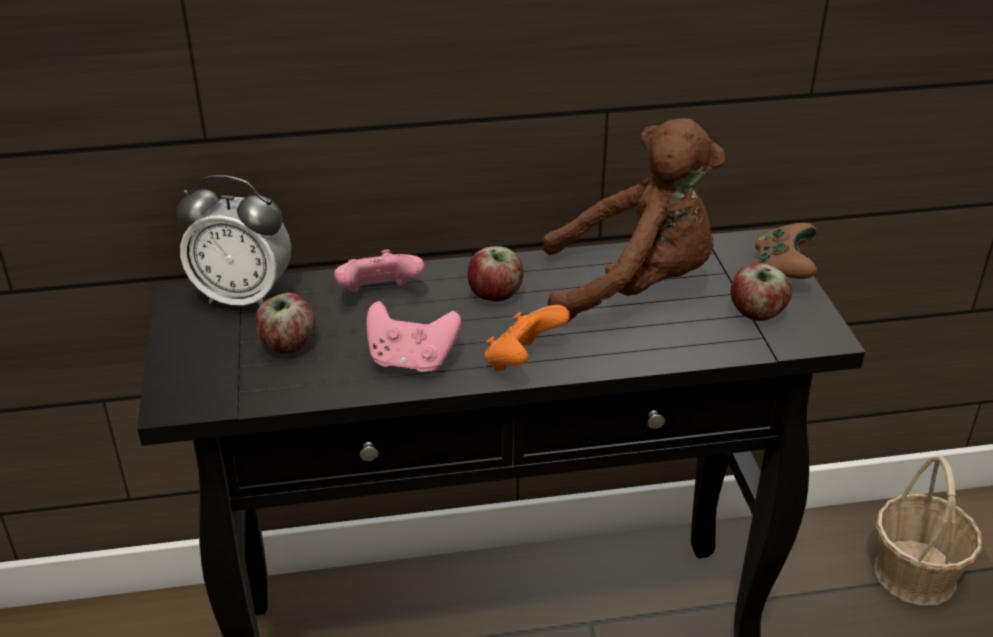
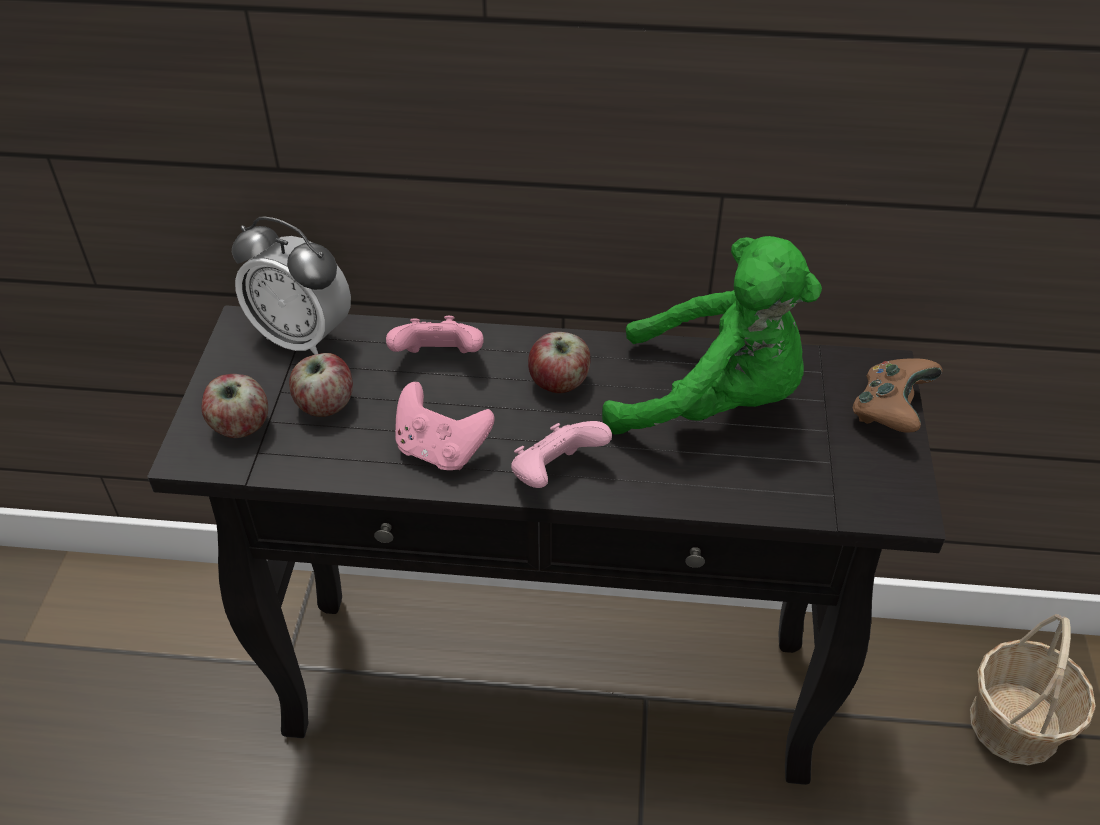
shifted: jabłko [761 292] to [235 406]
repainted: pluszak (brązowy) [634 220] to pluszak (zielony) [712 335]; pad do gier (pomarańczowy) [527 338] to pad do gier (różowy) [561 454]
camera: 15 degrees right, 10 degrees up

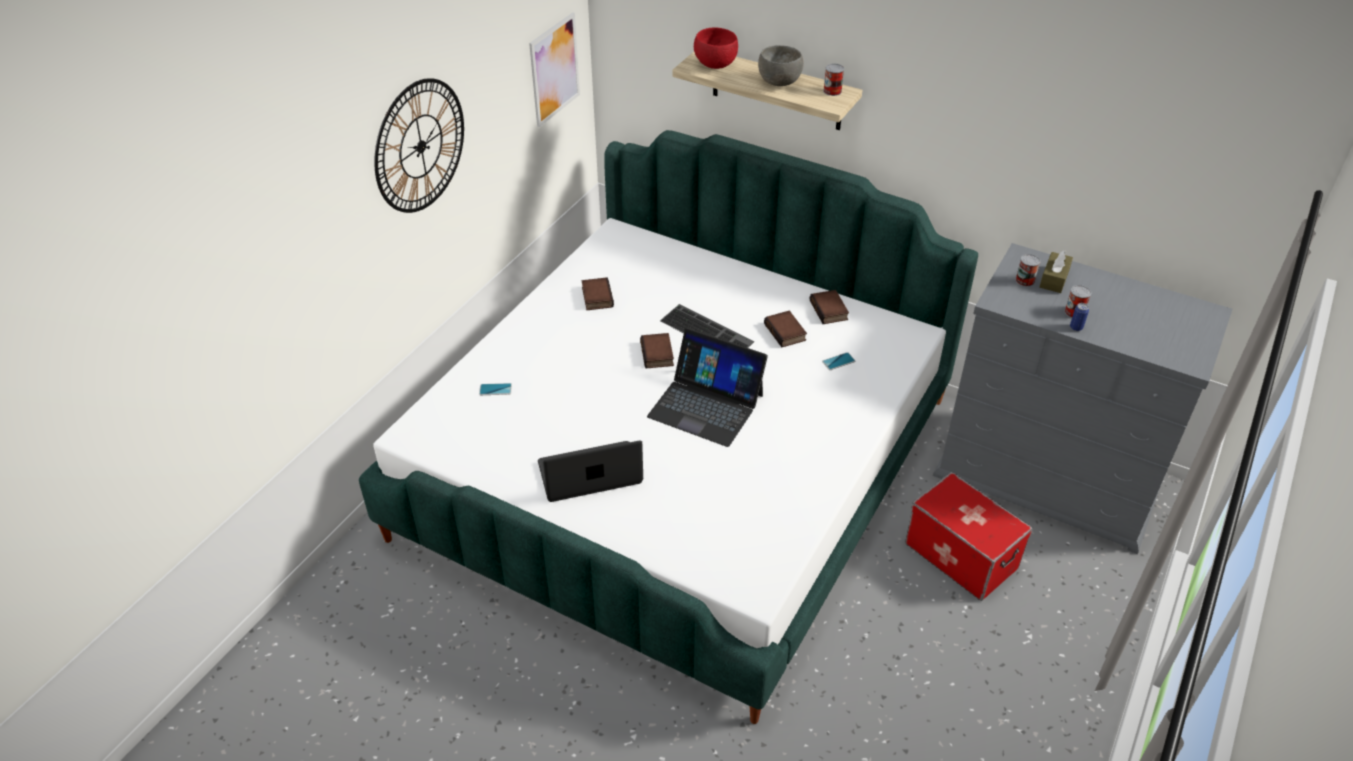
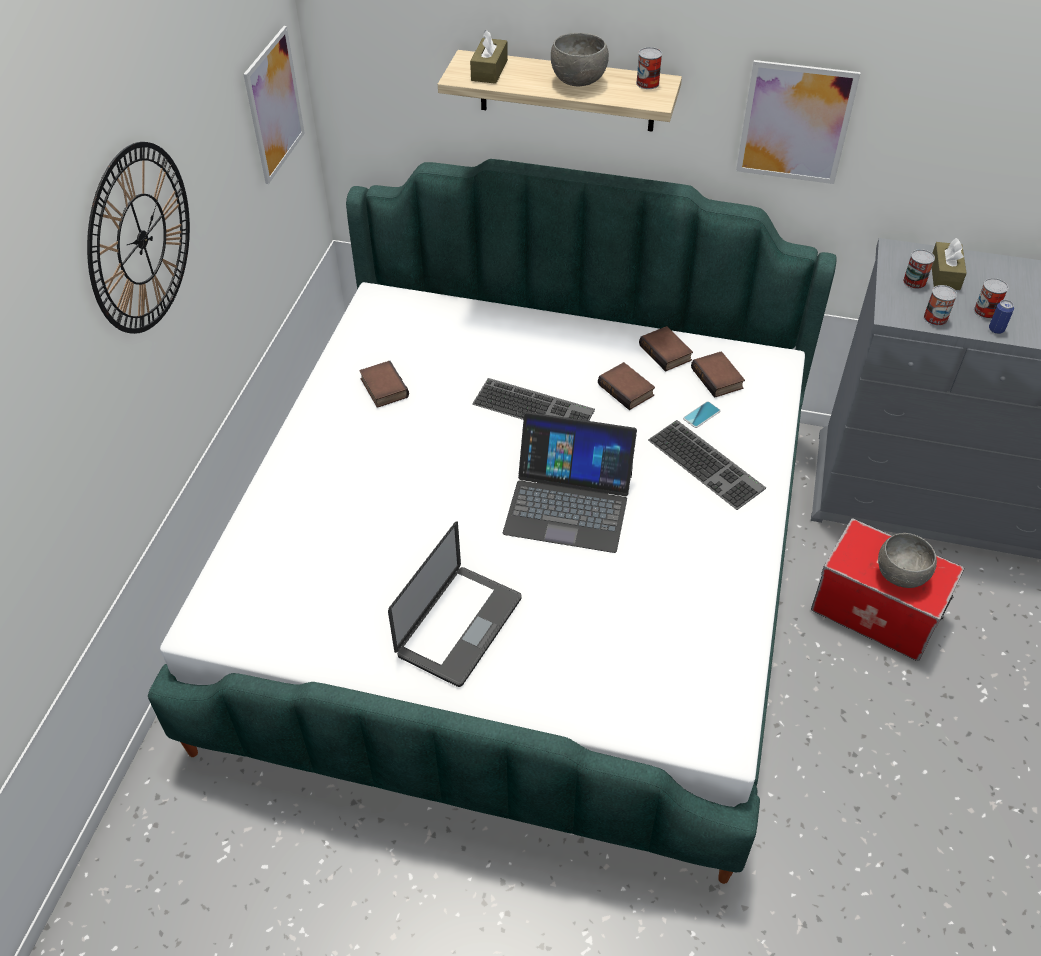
gone: telefon [495 389]
new: obraz [798 122]; puszka [940 305]; klawiatura [707 465]; miska (szary) [907 560]
shifted: książka [657 350] to [718 374]
swapped: miska (czerwony) [716 48] to pudełko chusteczek (brązowy) [489 56]
rotated: laptop [590 471] = [455 604] 150 degrees clockwise
camera: 15 degrees left, 5 degrees up

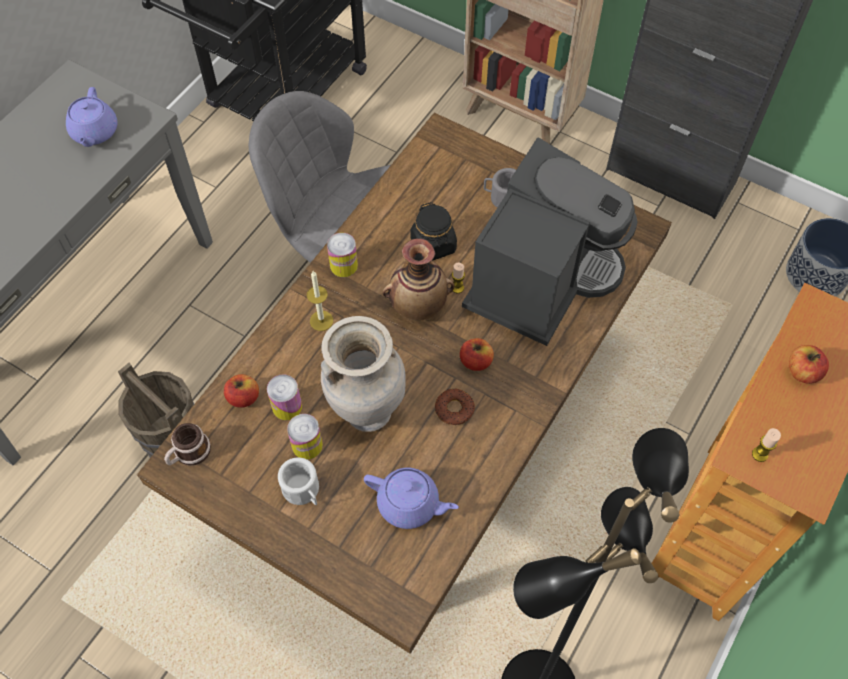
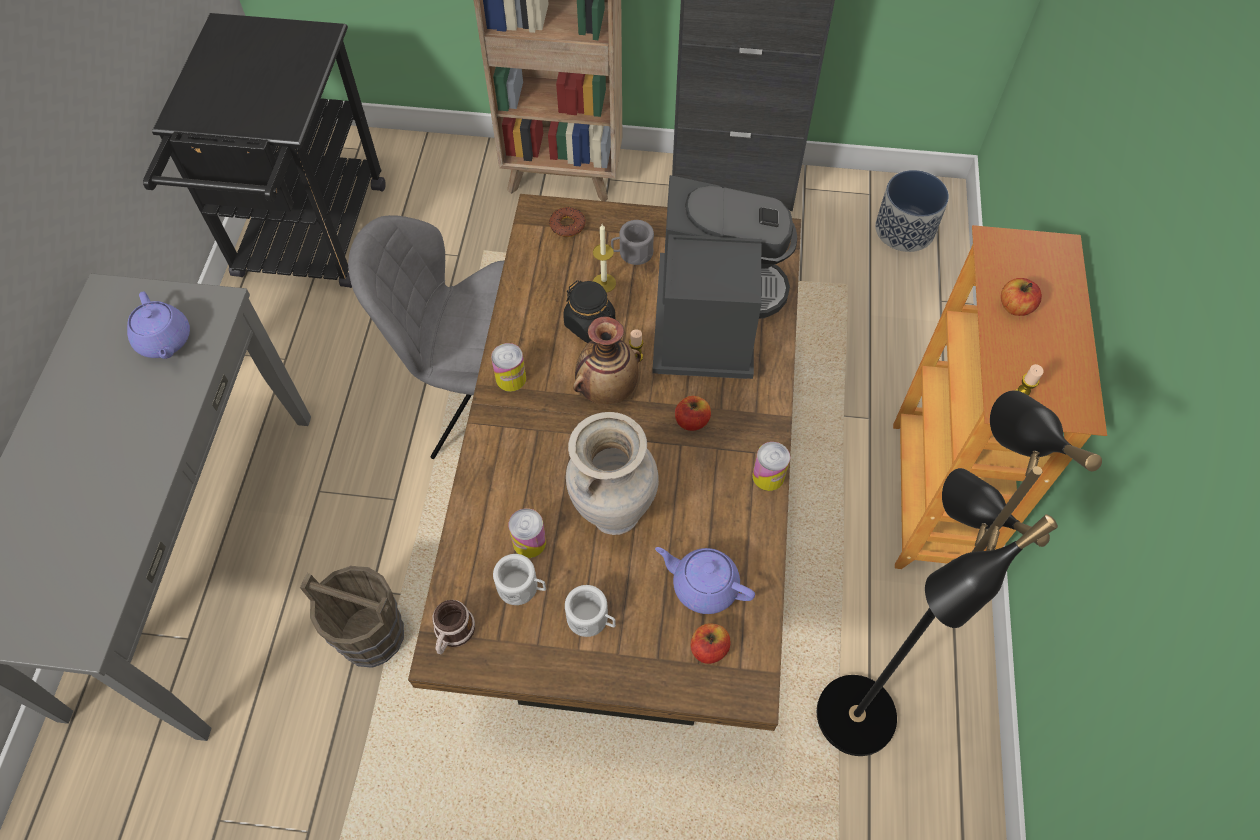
new: kubek (biały) [519 579]
shifted: świeca [320 301] to [604 258]; jabłko [241 391] to [710 643]; donut [455 407] to [567 222]; puszka [305 437] to [771 466]
rotated: imbryk (fioletowy) [411 498] = [705 580] 150 degrees counterclockwise
camera: 25 degrees left, 0 degrees up

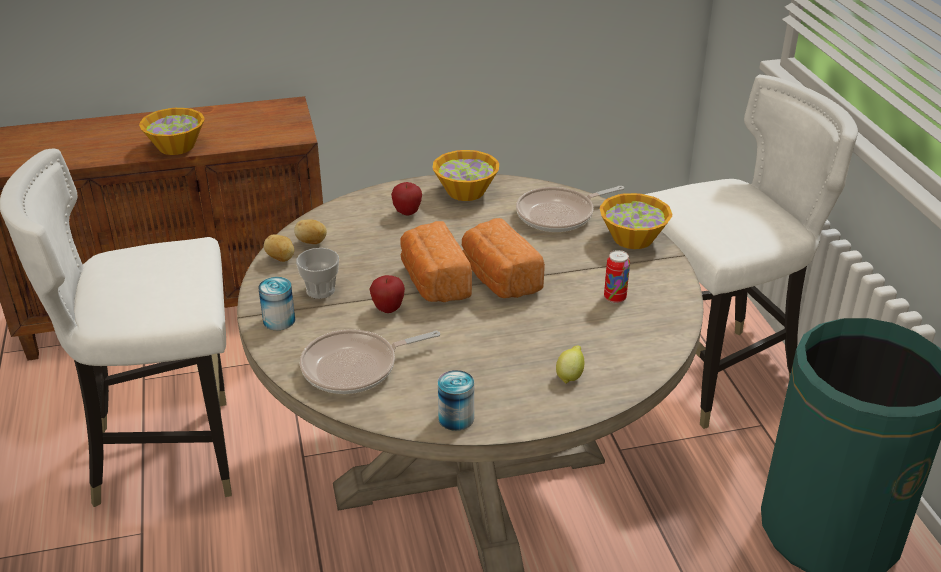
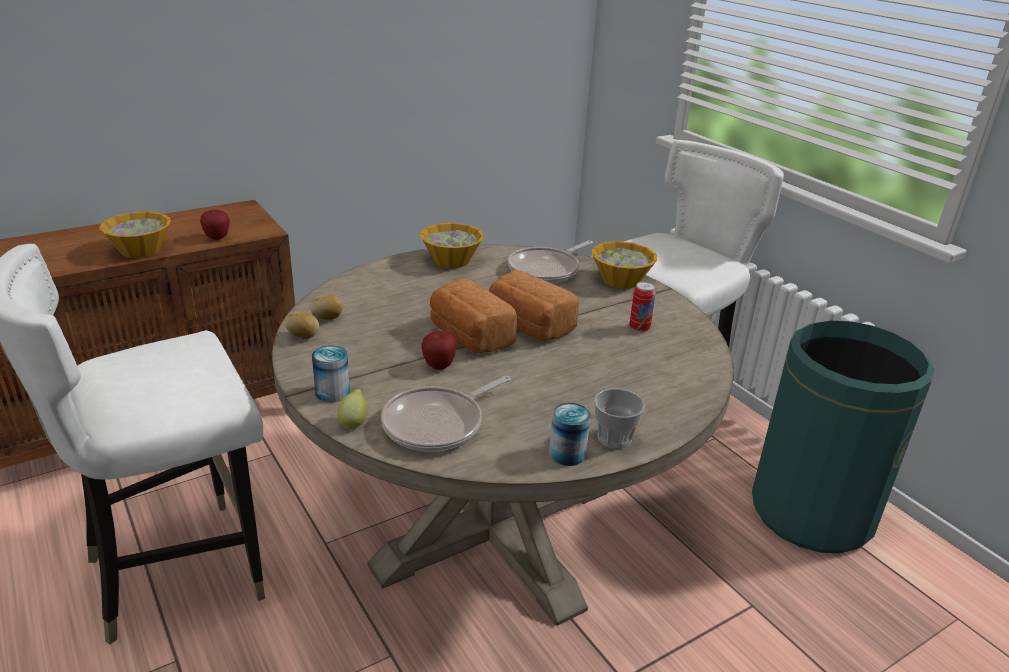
shifted: jabłko [406 199] to [215 224]; filiżanka [317 273] to [619 419]; cytryna [570 365] to [352 409]
camera: 20 degrees left, 5 degrees down

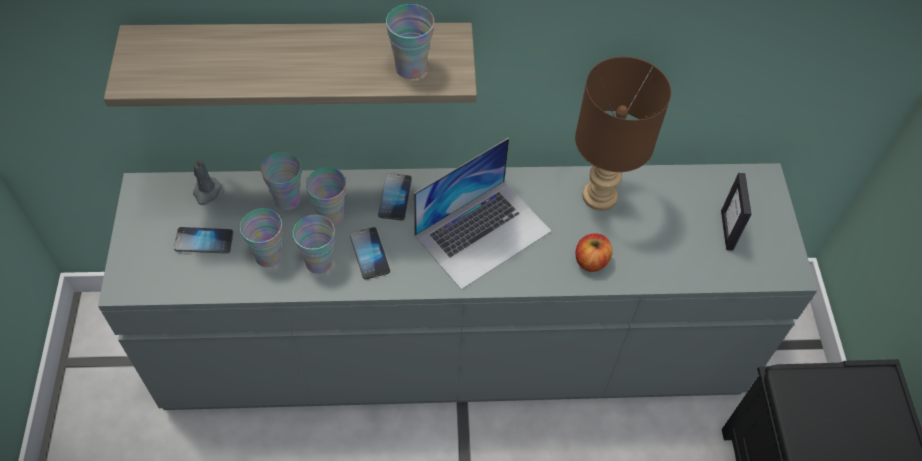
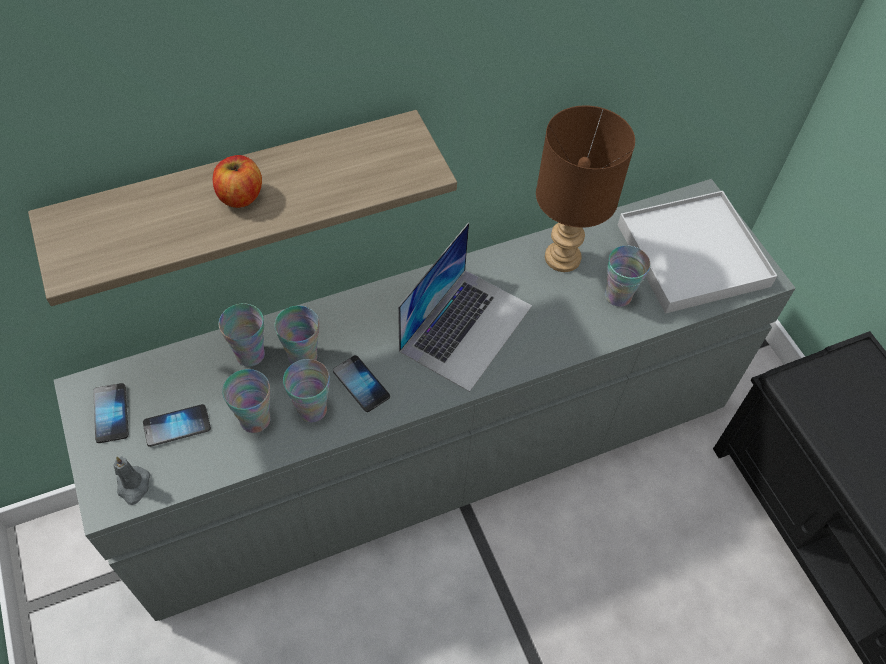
shifted: filiżanka [410 41] to [627 276]; świeca (szary) [207 182] to [131 480]; telefon [395 197] to [111 413]; jabłko [594 253] to [237 181]
swapped: ramka na zdjęcie [736 212] to taca (biały) [697 252]
camera: 20 degrees left, 0 degrees up

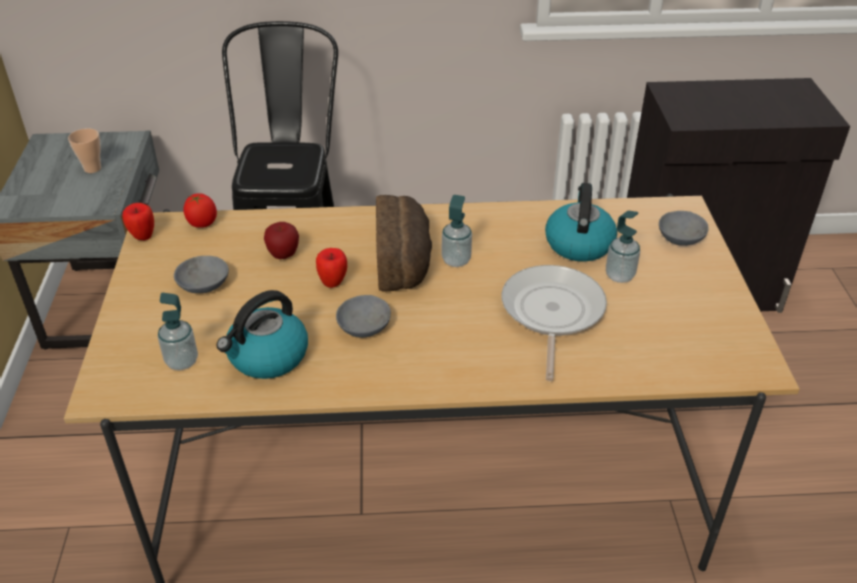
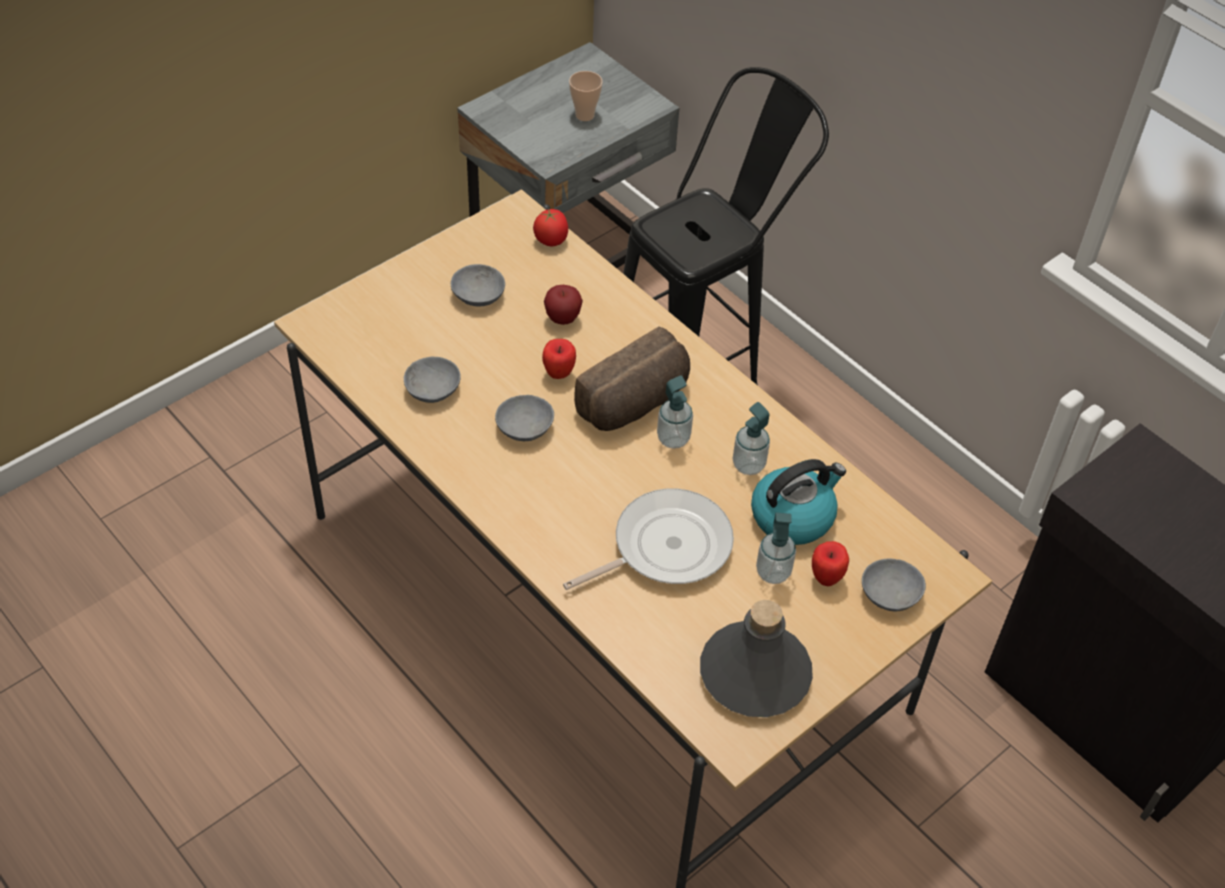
new: butelka (szary) [756 658]
shifted: jabłko [138 221] to [830 563]; dozownik mydła [178 331] to [751 438]
swapped: czajnik [262 334] to miska (szary) [432 380]
camera: 50 degrees right, 10 degrees up

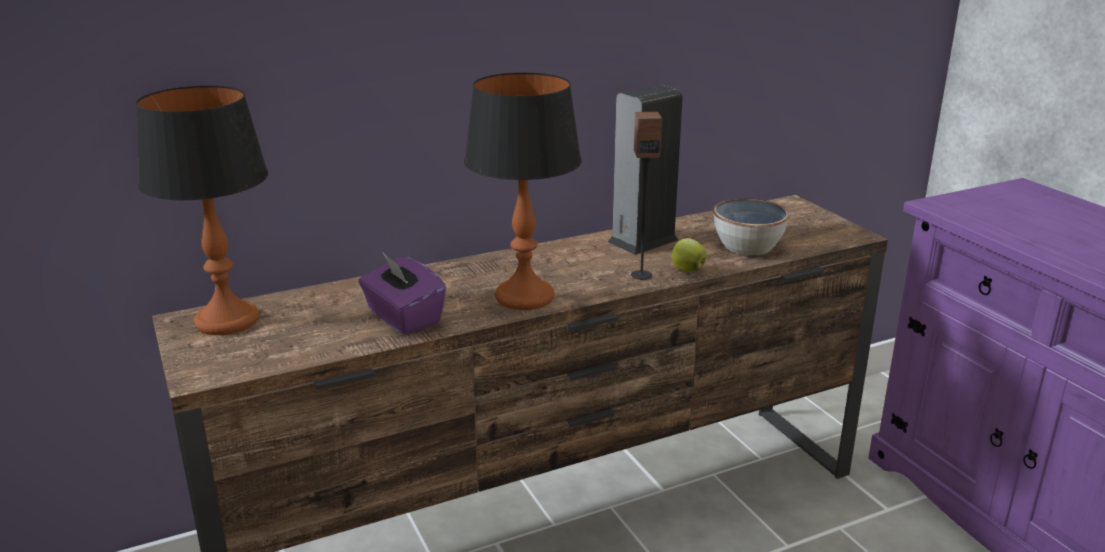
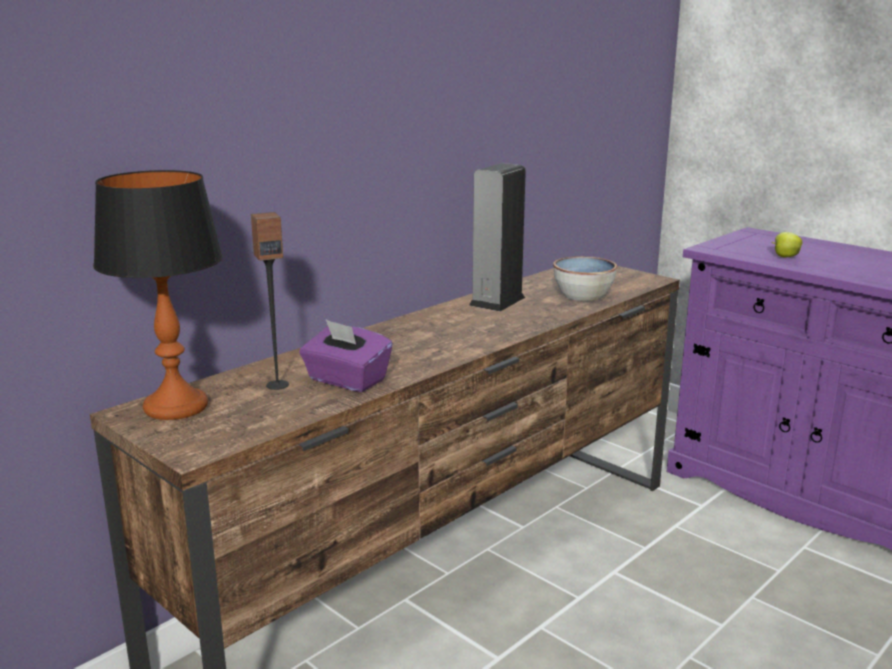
gone: lampa stołowa [523 191]
shifted: głośnik [646 196] to [270 301]; jabłko [689 255] to [787 244]
camera: 20 degrees left, 5 degrees down

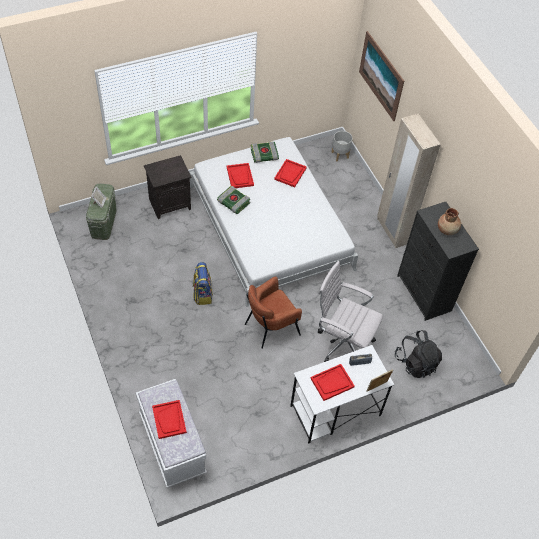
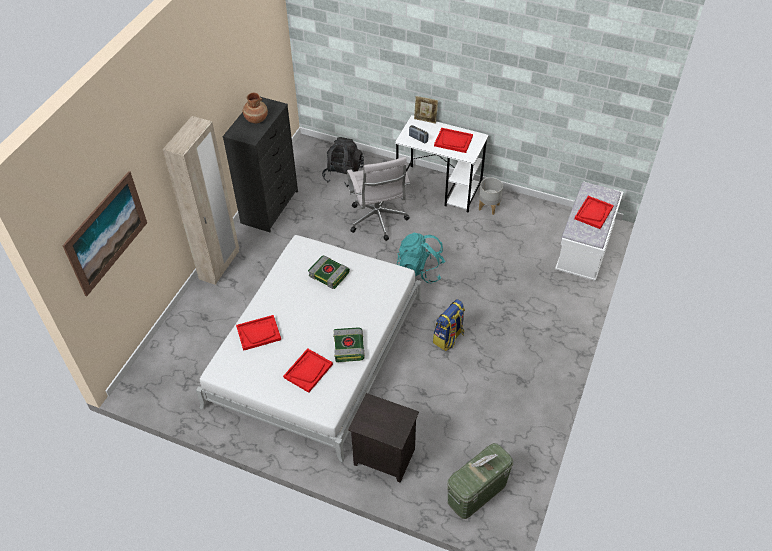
shifted: donica (szary) [341 146] to [491 196]; książka [265 152] to [329 272]
swapped: fotel (brązowy) [273 313] to plecak (turkusowy) [421 258]
camera: 130 degrees left, 5 degrees down

